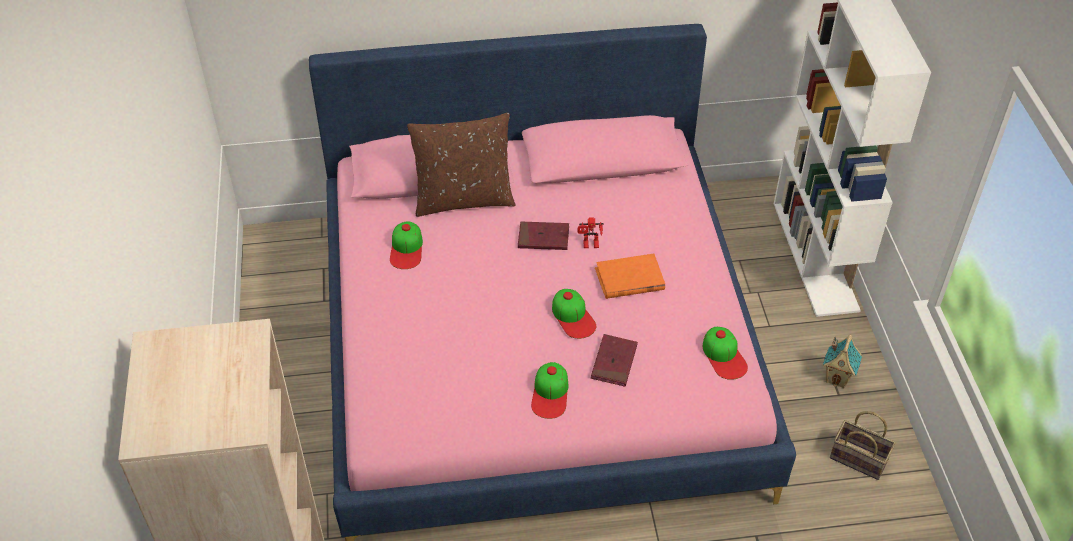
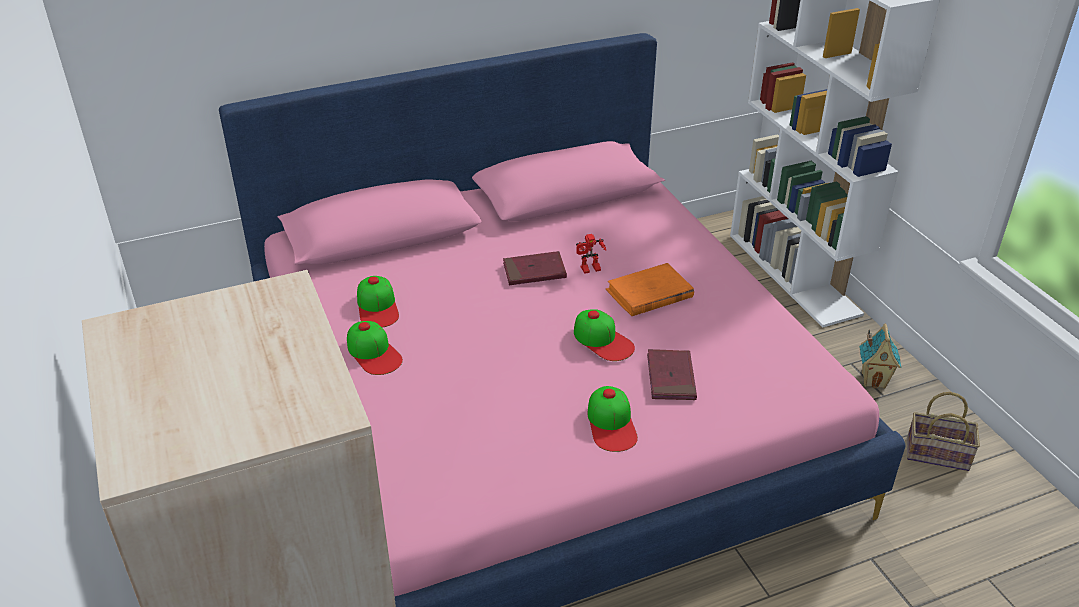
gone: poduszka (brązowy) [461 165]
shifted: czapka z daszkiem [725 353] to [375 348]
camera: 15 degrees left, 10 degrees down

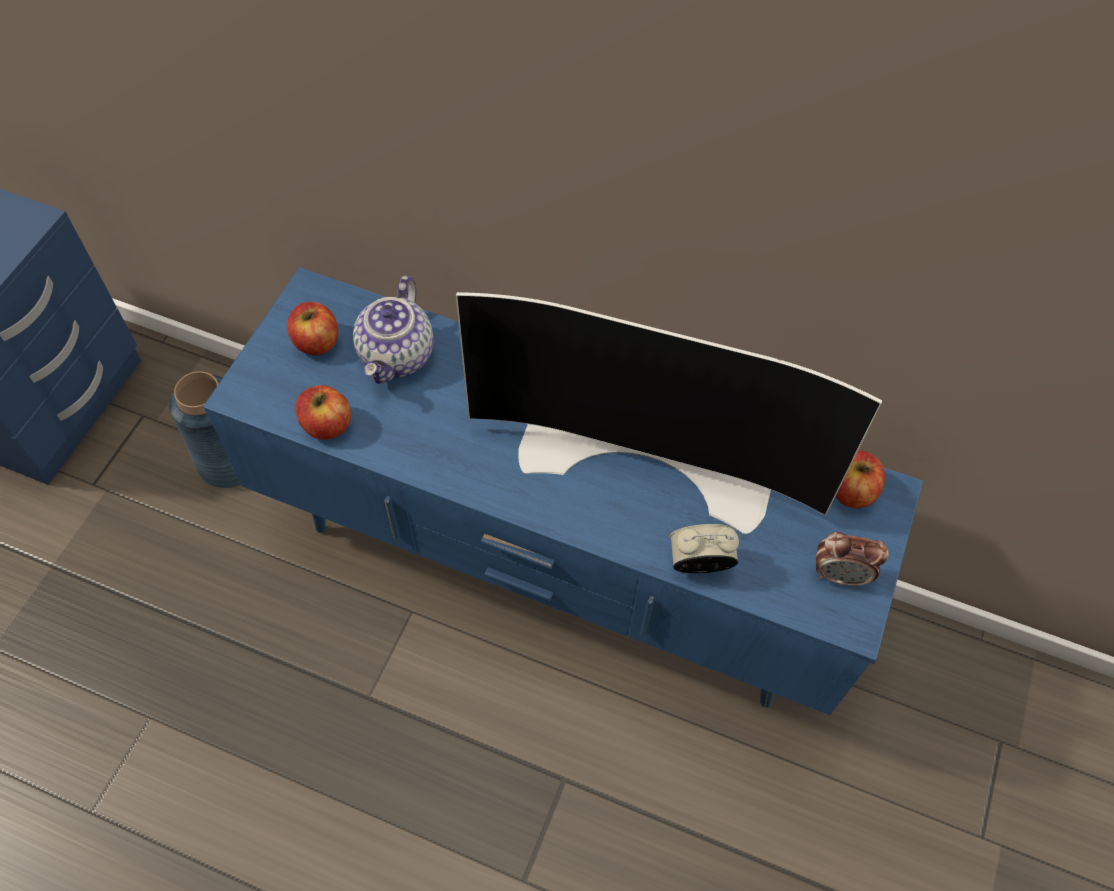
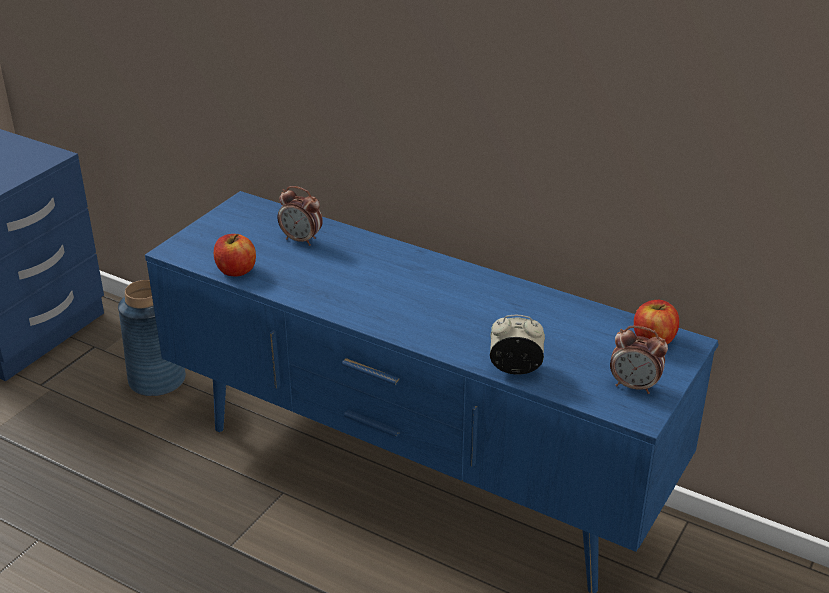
gone: telewizor [669 413]; jabłko [312 328]
swapped: imbryk [393 330] to budzik [300 216]
camera: 10 degrees right, 25 degrees down

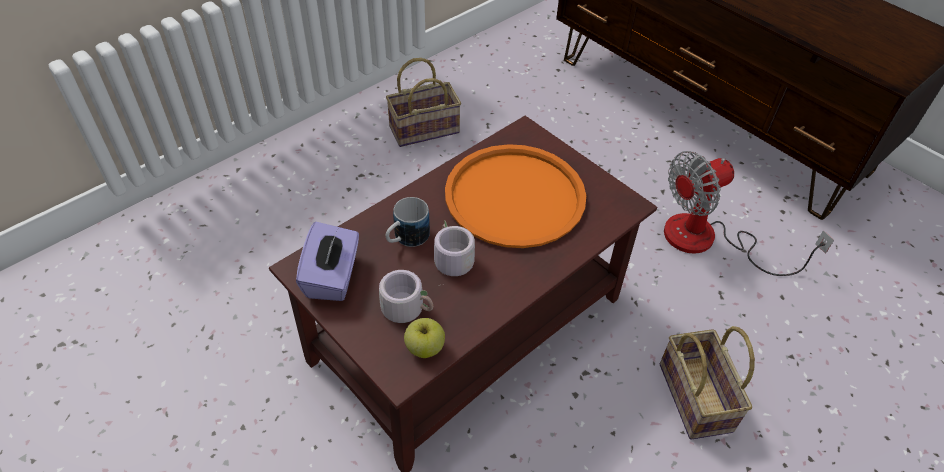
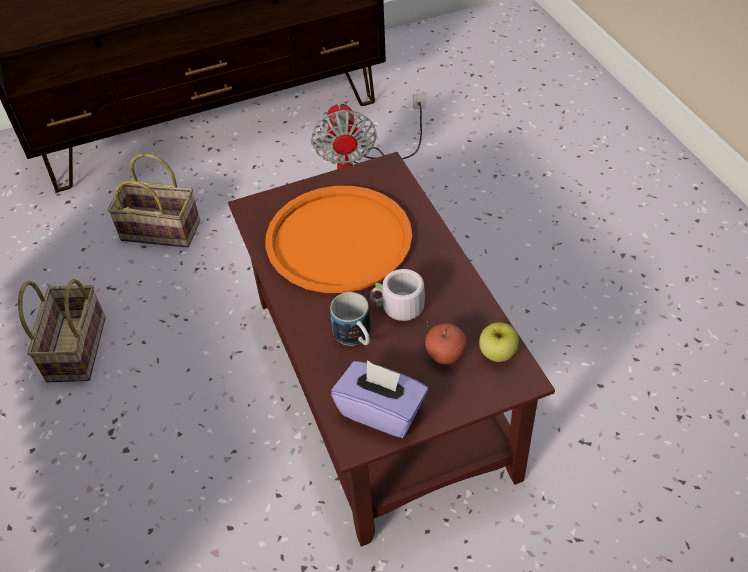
shifted: koszyk [707 383] to [153 200]
swapped: kubek (szary) [406 296] to jabłko [446 343]
camera: 65 degrees left, 0 degrees up

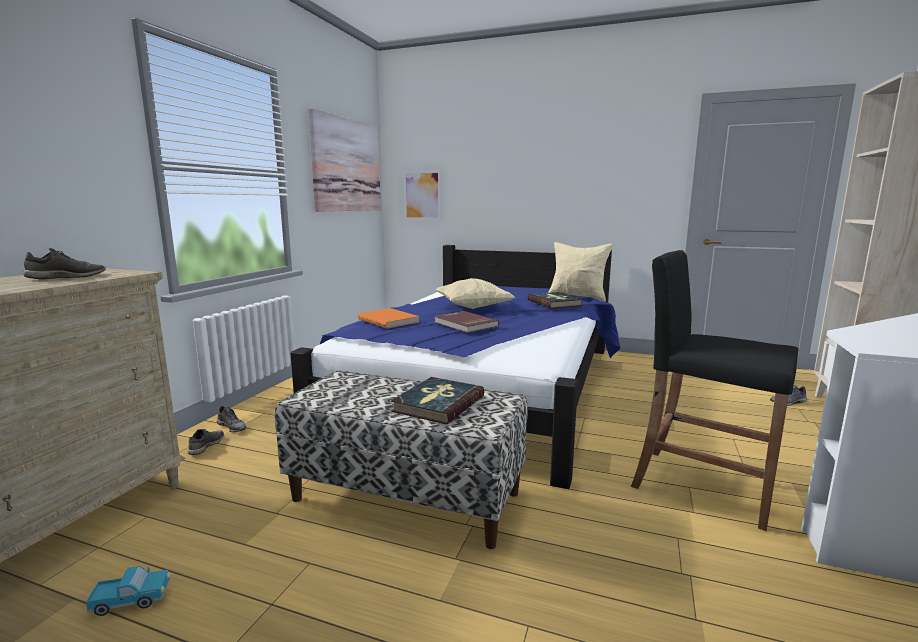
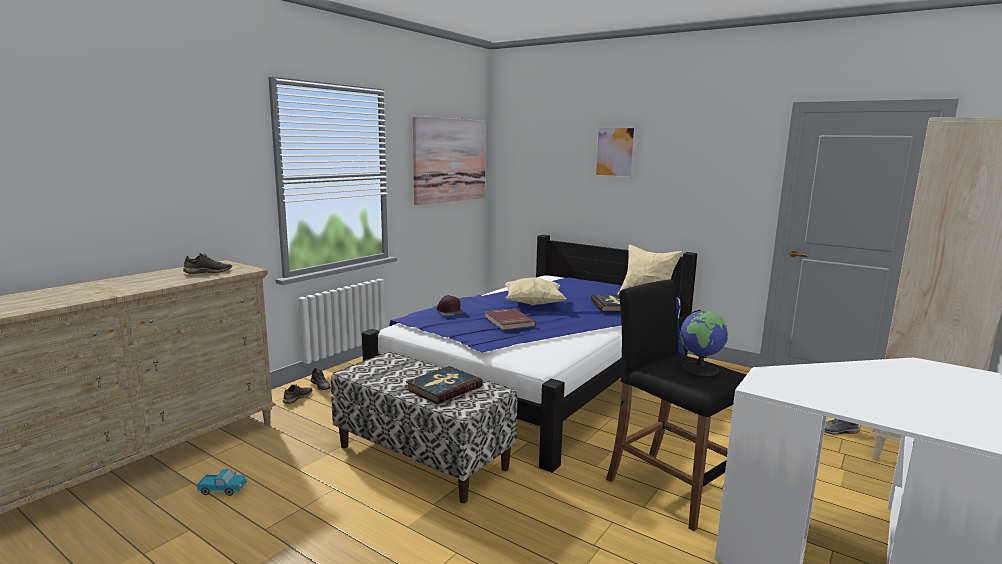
new: globus [704 343]
shifted: obraz [422 195] to [615 152]
swapped: książka (pomarańczowy) [388 318] to czapka z daszkiem (brązowy) [450 305]
camera: 15 degrees right, 0 degrees up

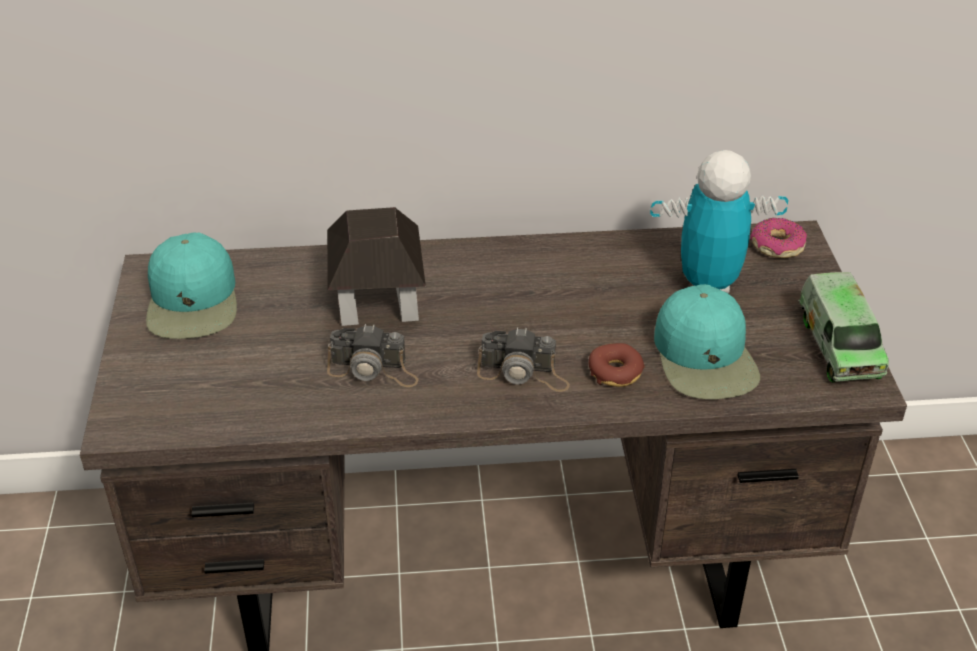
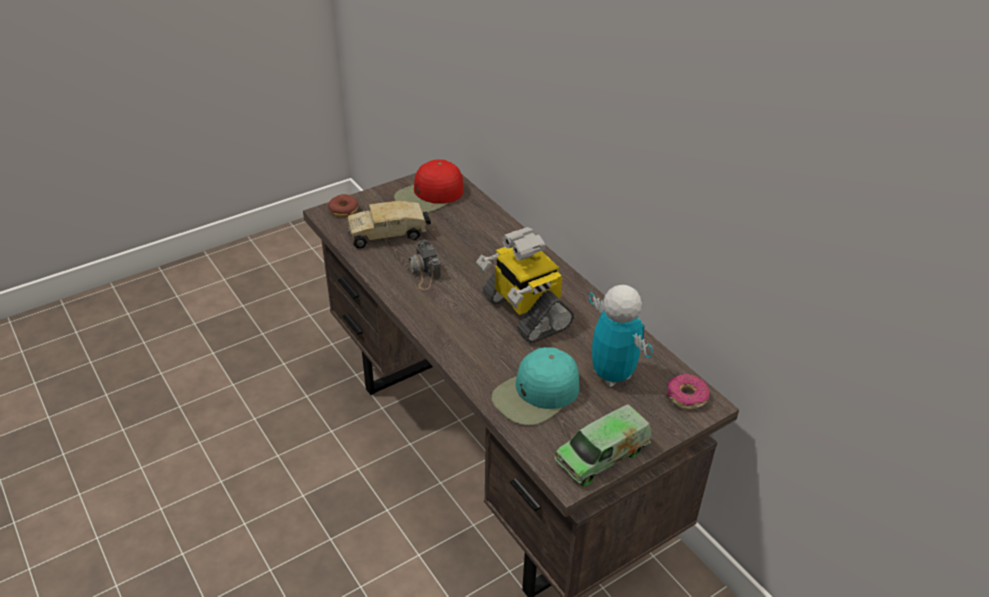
gone: domek [376 266]; aparat fotograficzny [523 359]
new: ciężarówka zabawkowa [388 224]; robot zabawkowy [525 285]
shifted: donut [617 365] to [343 205]
repainted: czapka z daszkiem (turkusowy) [191 285] to czapka z daszkiem (czerwony) [429 185]
camera: 60 degrees right, 0 degrees up

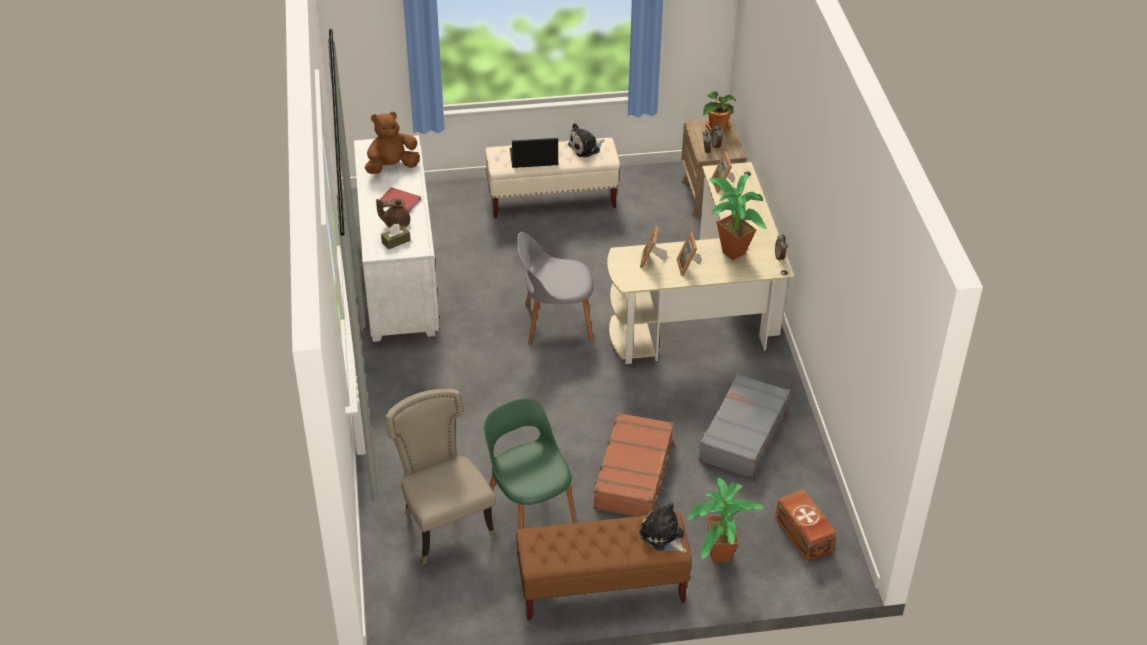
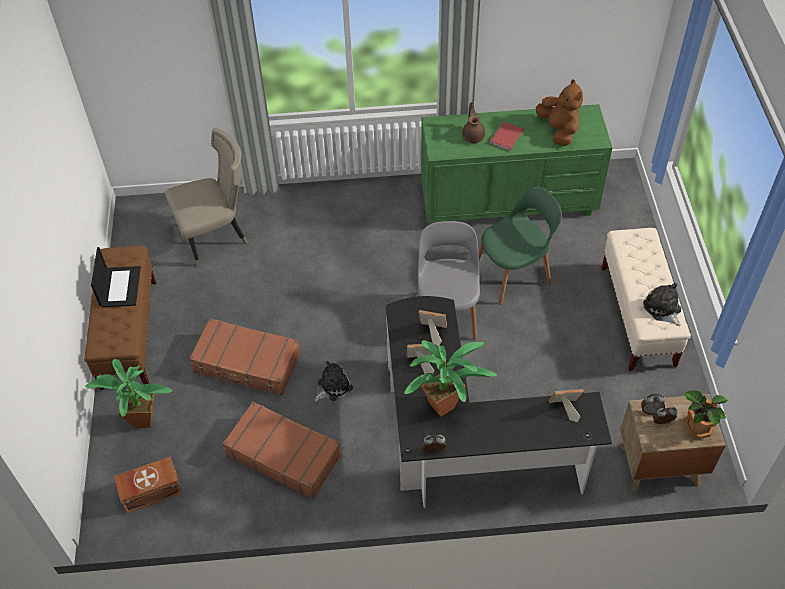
gone: pudełko chusteczek (brązowy) [396 237]
shifted: laptop [534 153] to [116 277]; krzesło (zielony) [530 463] to [520 245]; pluszak [663 527] to [333 381]
repainted: komoda (biały) [396 238] to komoda (zielony) [516 163]; biurko (beżowy) [701 263] to biurko (czarny) [499 402]; walizka (szary) [744 426] to walizka (brązowy) [281 450]
camera: 95 degrees right, 10 degrees up

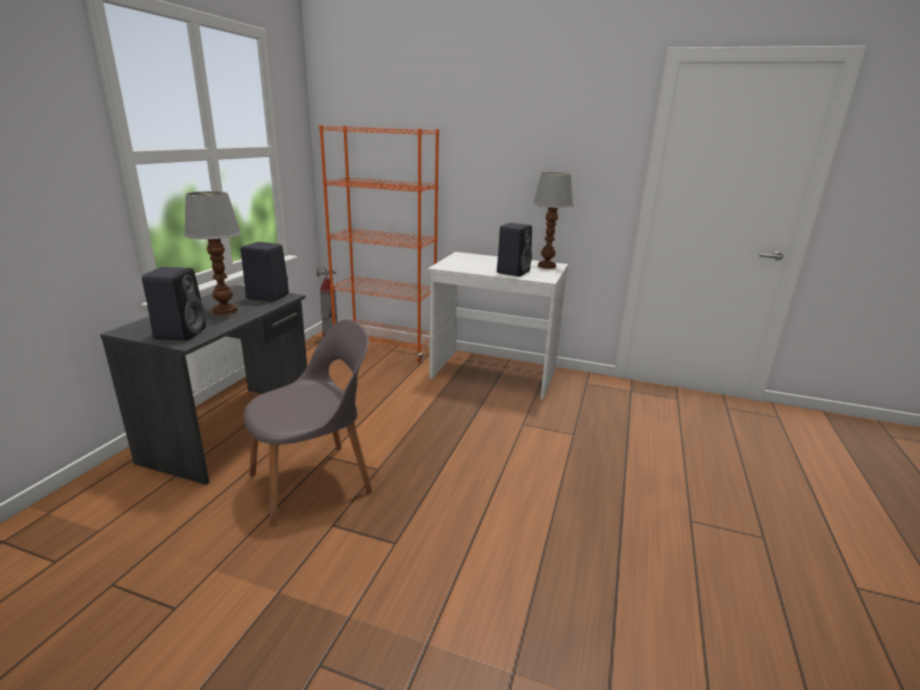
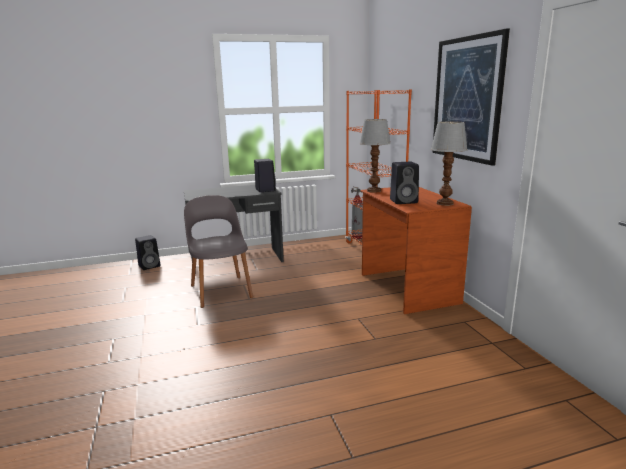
new: obraz [471 97]
shifted: lampa stołowa [212 253] to [375 156]; głośnik (czarny) [174 303] to [148 252]
repainted: biurko (biały) [498 326] to biurko (brązowy) [416 250]
rotated: krzesło (szary) [308 422] = [218 251] 135 degrees counterclockwise
camera: 55 degrees right, 5 degrees down

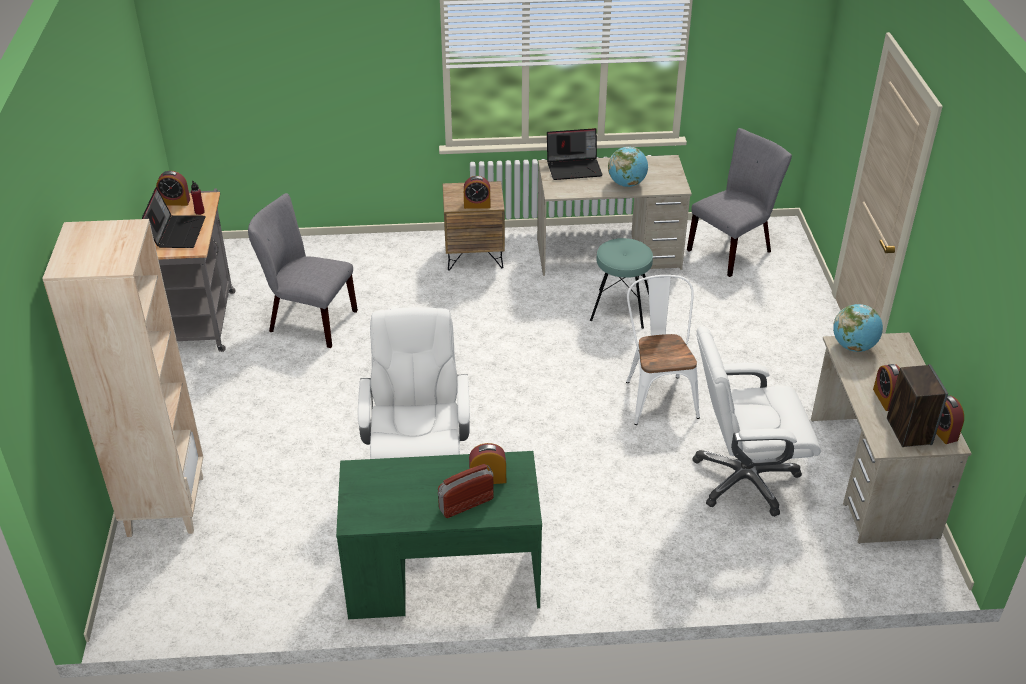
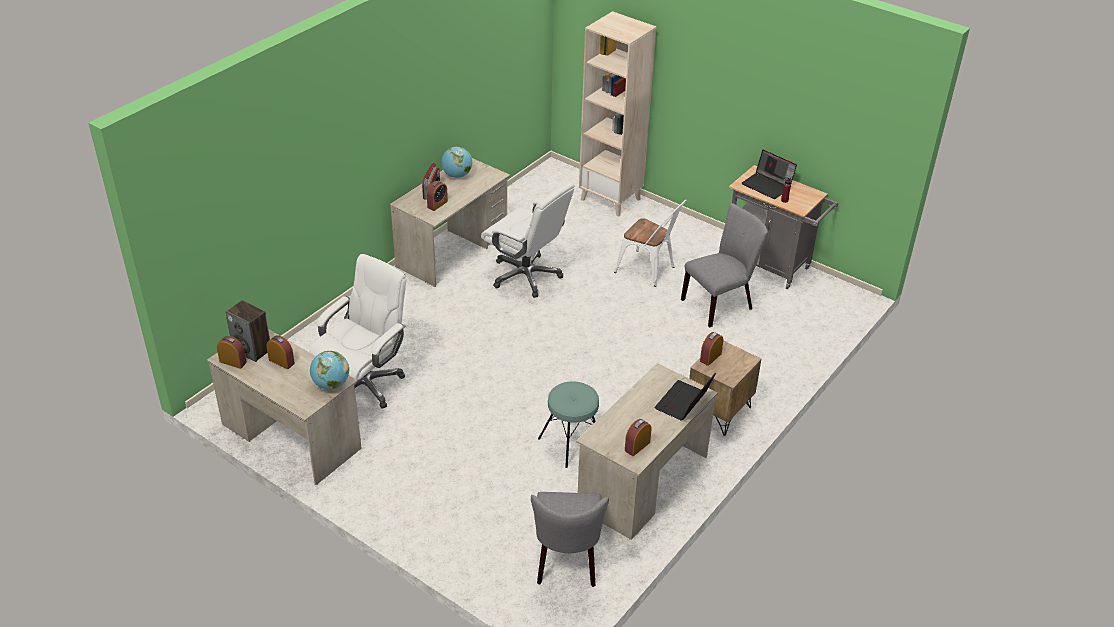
shifted: globus [628 166] to [456 162]; budzik [173 188] to [638 437]; krzesło (biały) [663 350] to [650 243]
repainted: biurko (zielony) [439 535] to biurko (beżowy) [449 222]
camera: 130 degrees right, 0 degrees up

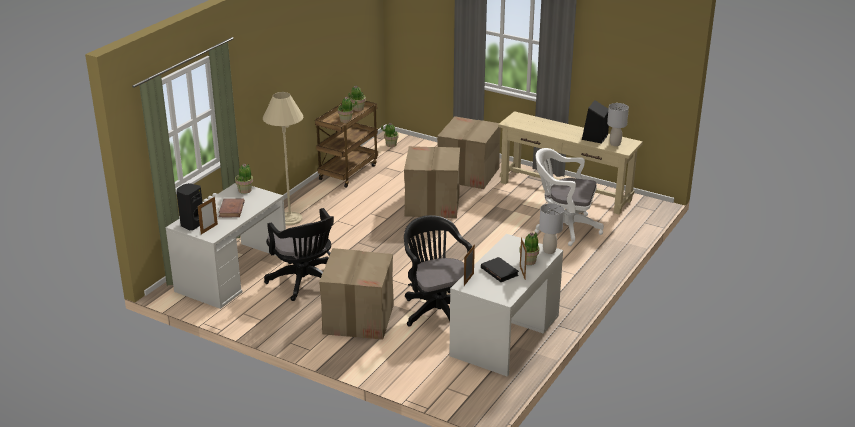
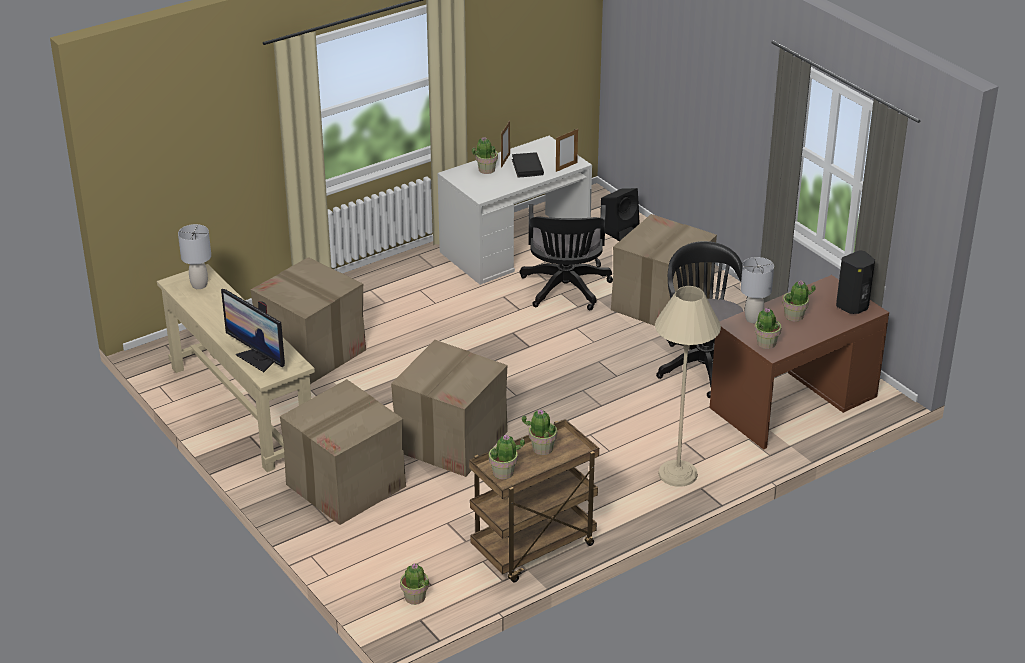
gone: ramka na zdjęcie [208 215]
new: monitor [253 330]
shifted: głośnik (czarny) [595 122] to [620 214]; lampa stołowa (szary) [551 228] to [757 290]
swapped: krzesło biurowe (biały) [569 197] to karton [308 320]; książka (brązowy) [232 207] to roślina doniczkowa [799 300]
repainted: biurko (biały) [226 246] to biurko (brązowy) [799 362]
camera: 155 degrees left, 5 degrees up

